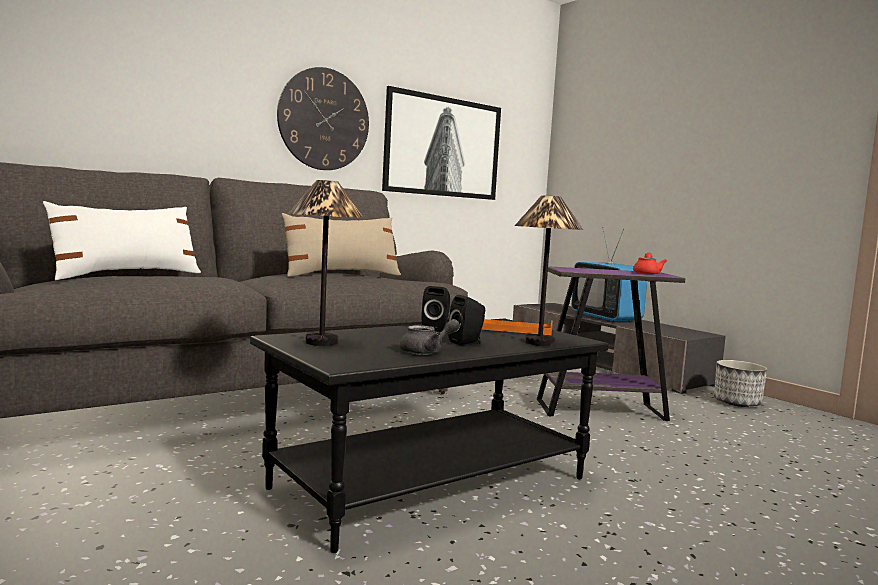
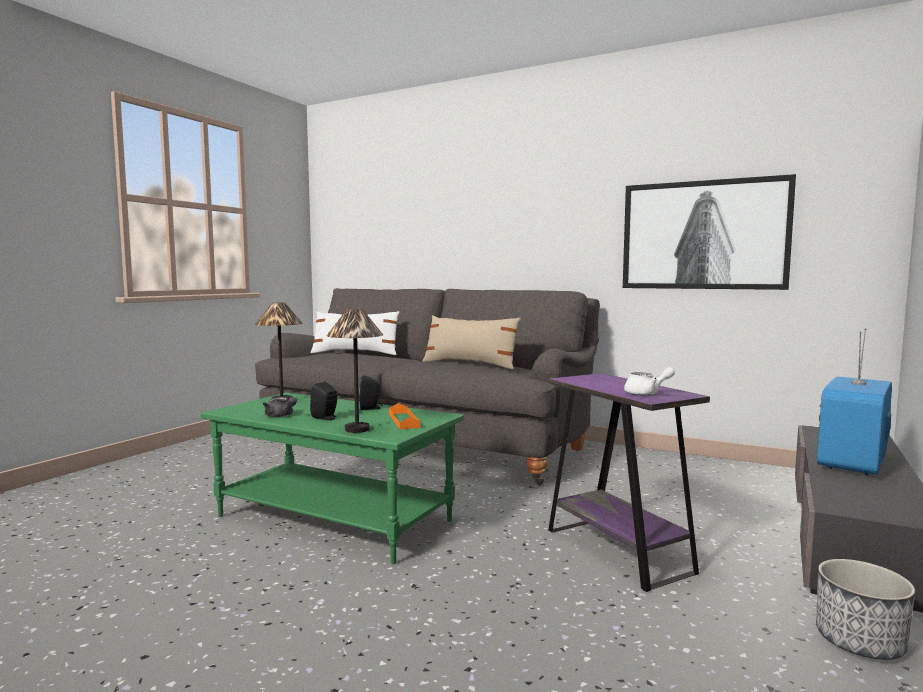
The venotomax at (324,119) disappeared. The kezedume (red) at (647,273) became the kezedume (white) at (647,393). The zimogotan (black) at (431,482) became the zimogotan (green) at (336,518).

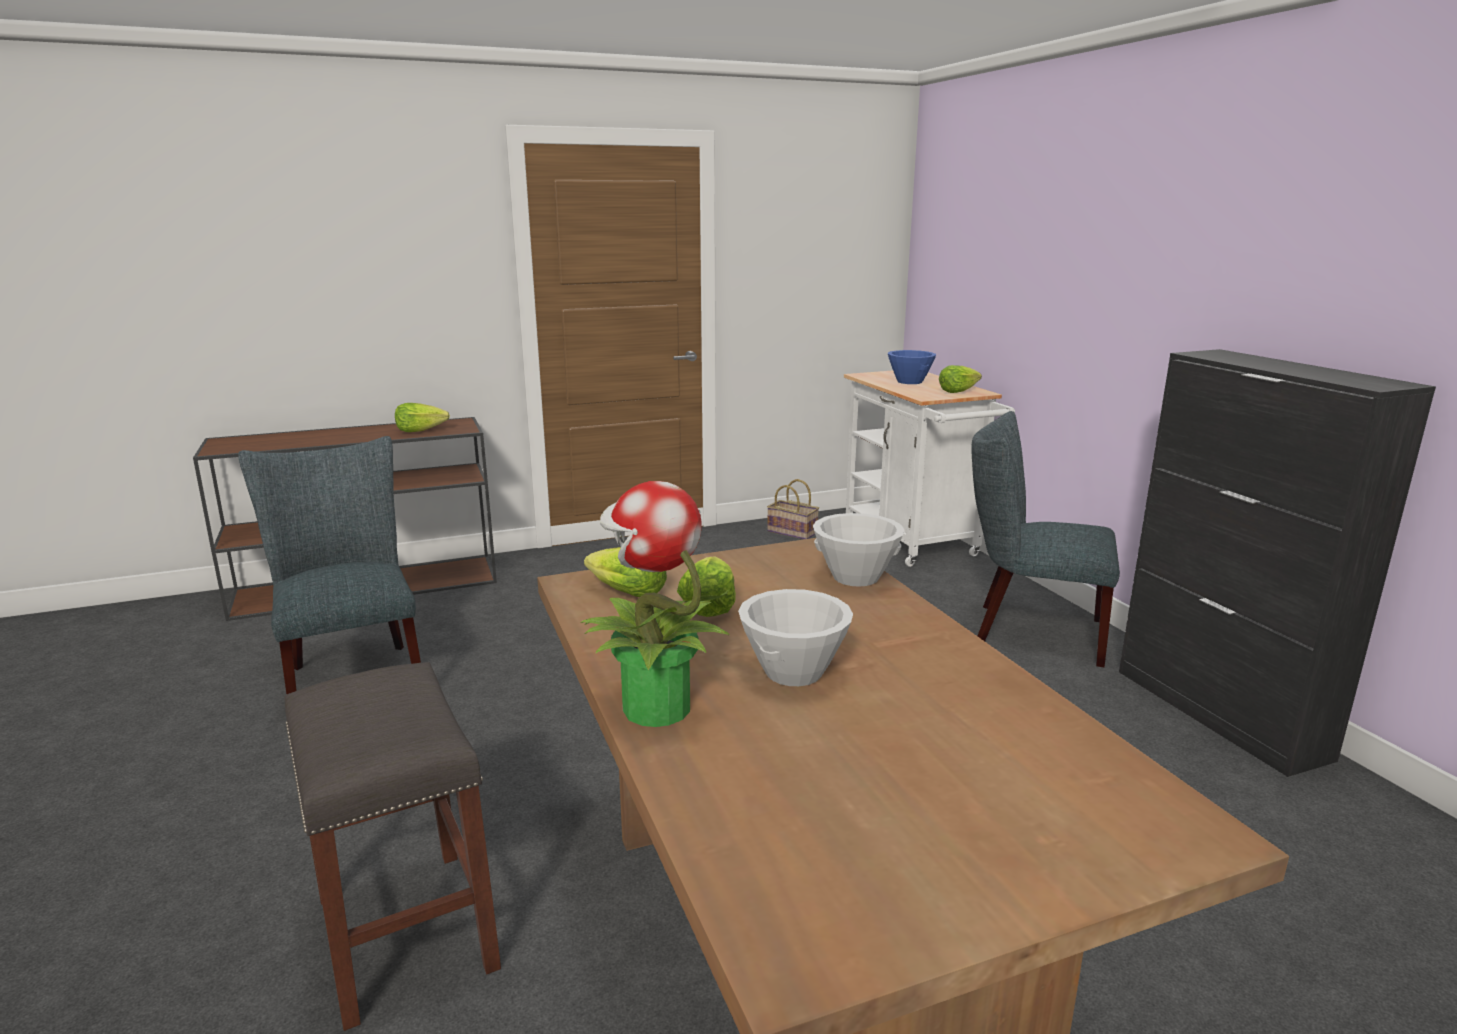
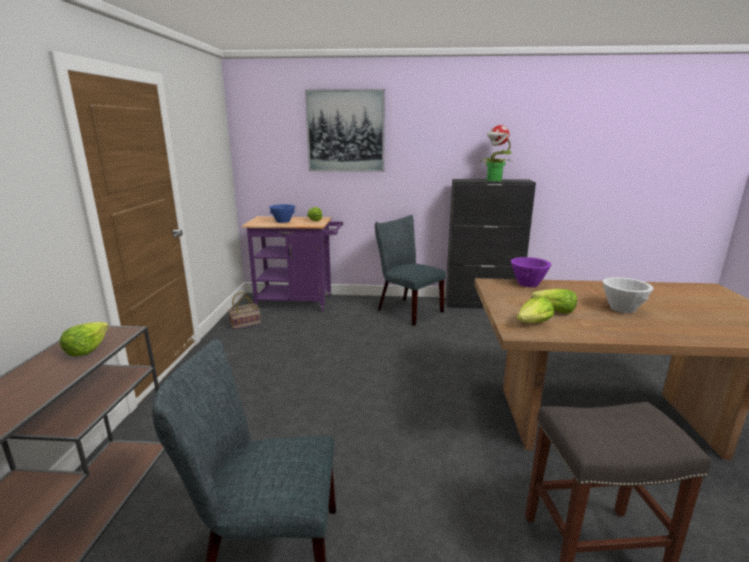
The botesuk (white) at (914,542) became the botesuk (purple) at (299,302). The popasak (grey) at (1029,632) turned 90 degrees clockwise. The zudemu moved from (654,707) to (493,180). The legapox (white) at (855,577) became the legapox (purple) at (527,284). The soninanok at (345,131) appeared.

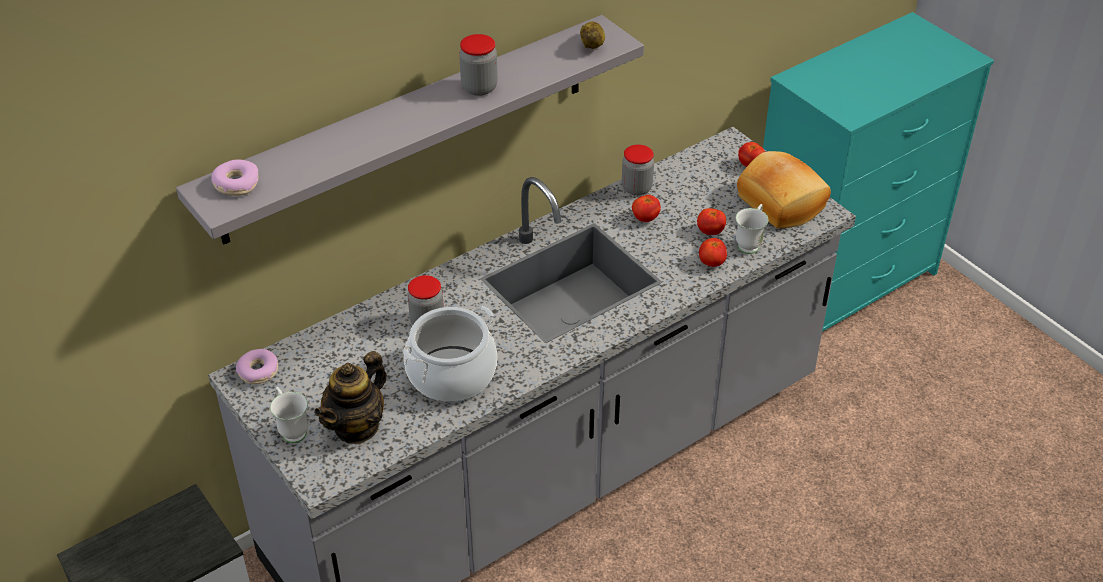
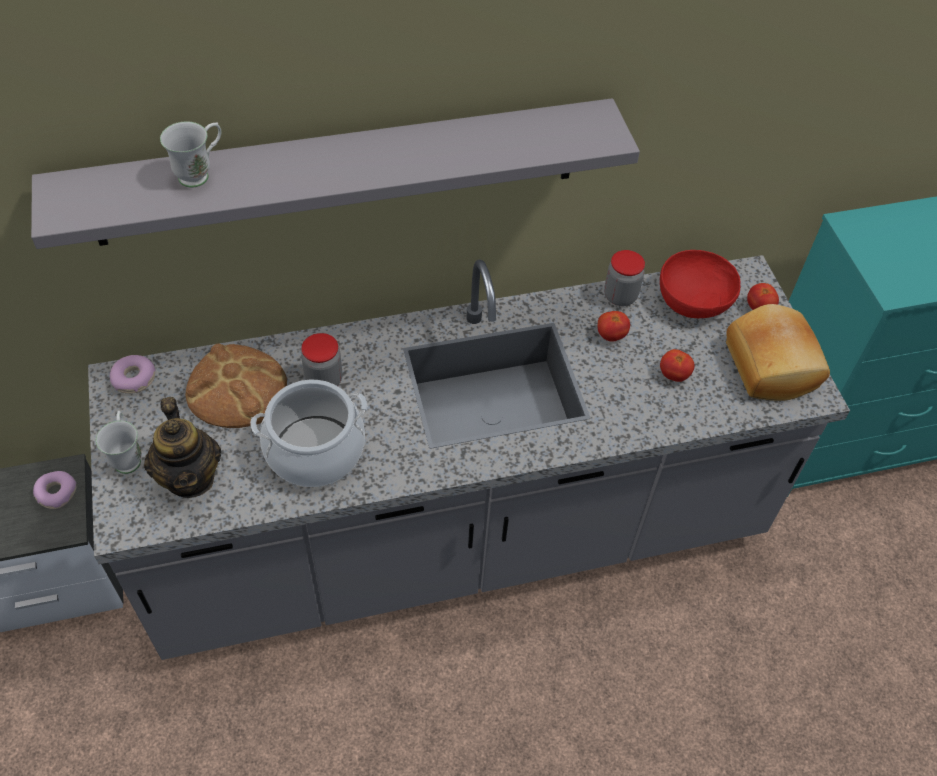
The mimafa at (593,45) disappeared. The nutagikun at (479,87) disappeared. The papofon moved from (236,184) to (56,493). The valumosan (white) moved from (750,243) to (201,174). The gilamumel at (711,263) disappeared. The kezedume at (357,426) turned 75 degrees counterclockwise. The legapox (red) at (693,300) appeared. The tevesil at (237,388) appeared.

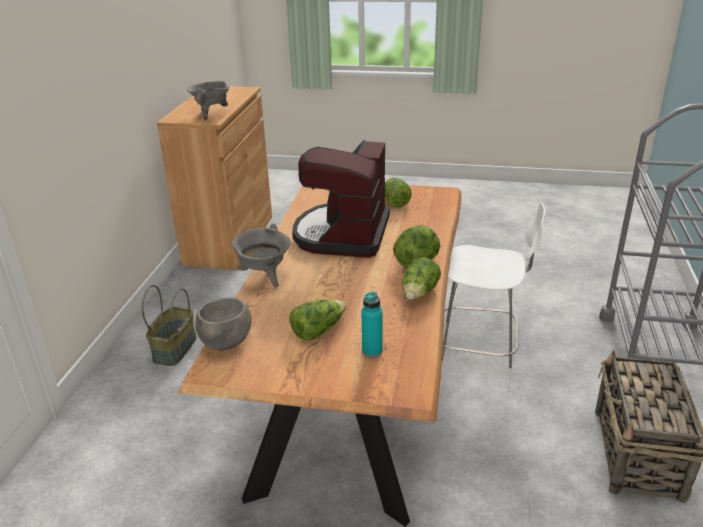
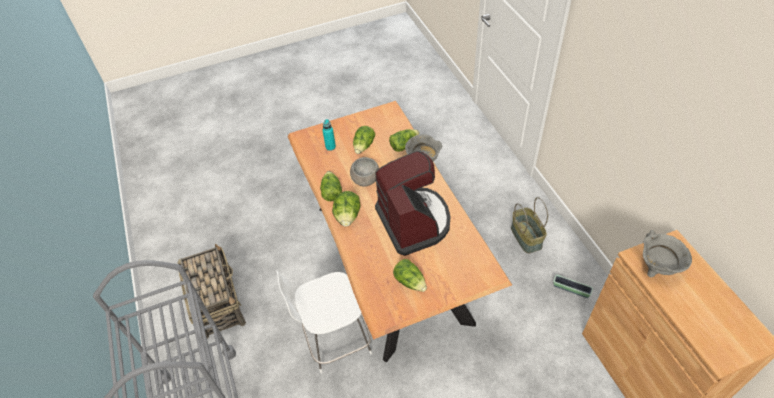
The legapox (grey) moved from (225,343) to (365,180). The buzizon at (404,145) appeared. The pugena at (571,289) appeared.

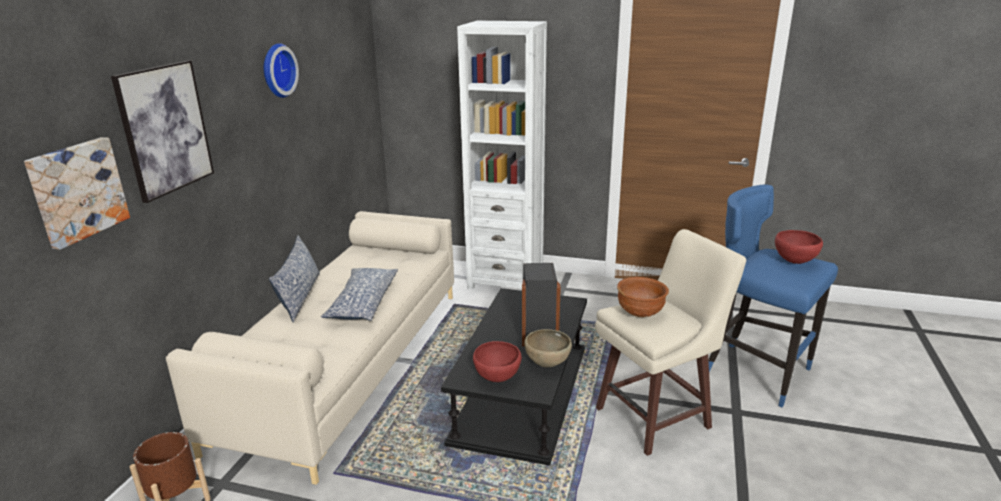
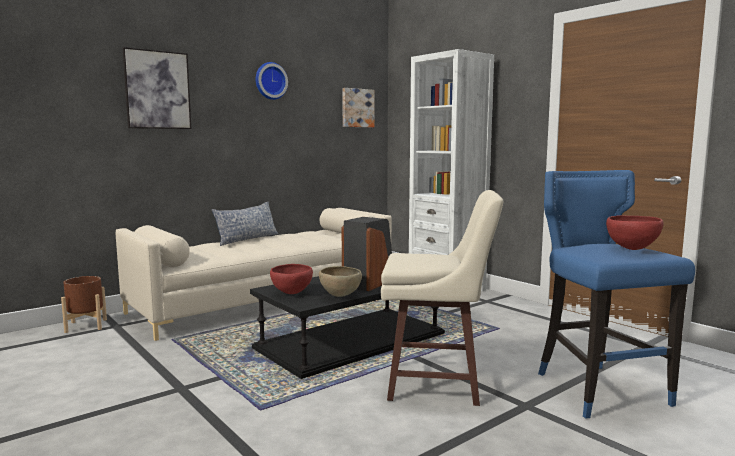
The soninanok moved from (77,191) to (357,108). The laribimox at (362,303) disappeared. The legapox (brown) at (640,314) disappeared.

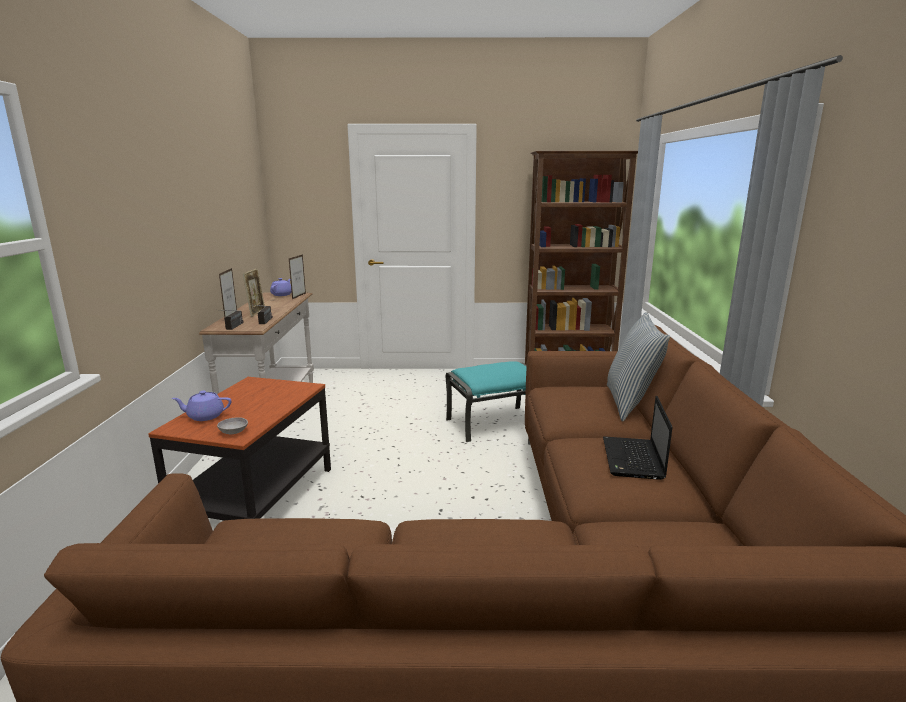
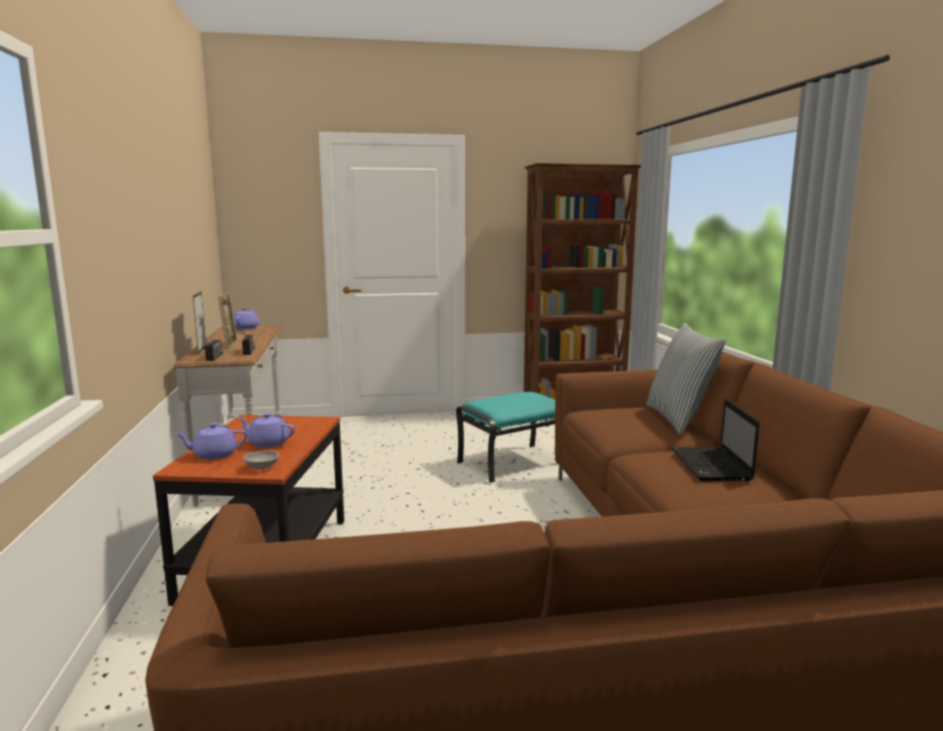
The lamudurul at (299,296) disappeared. The kezedume (purple) at (267,443) appeared.

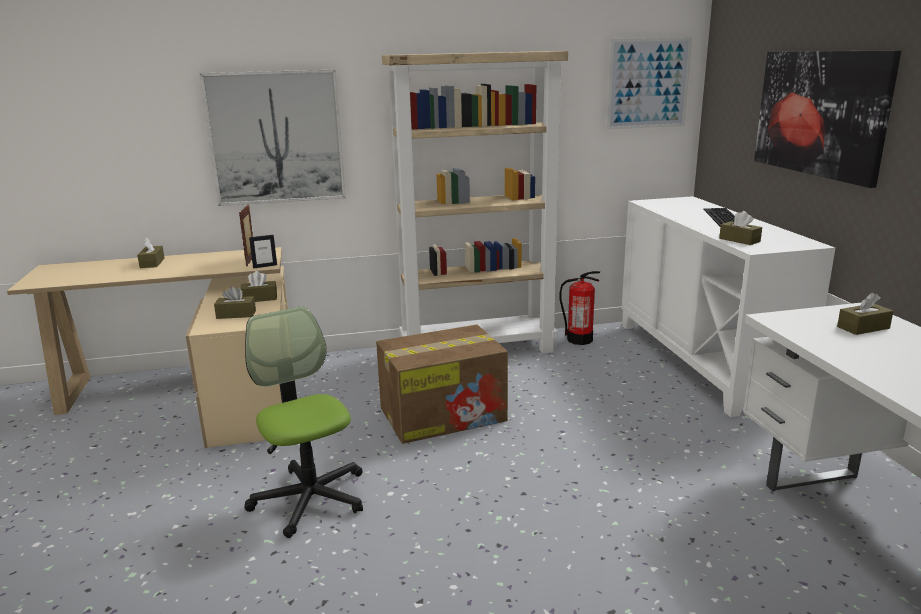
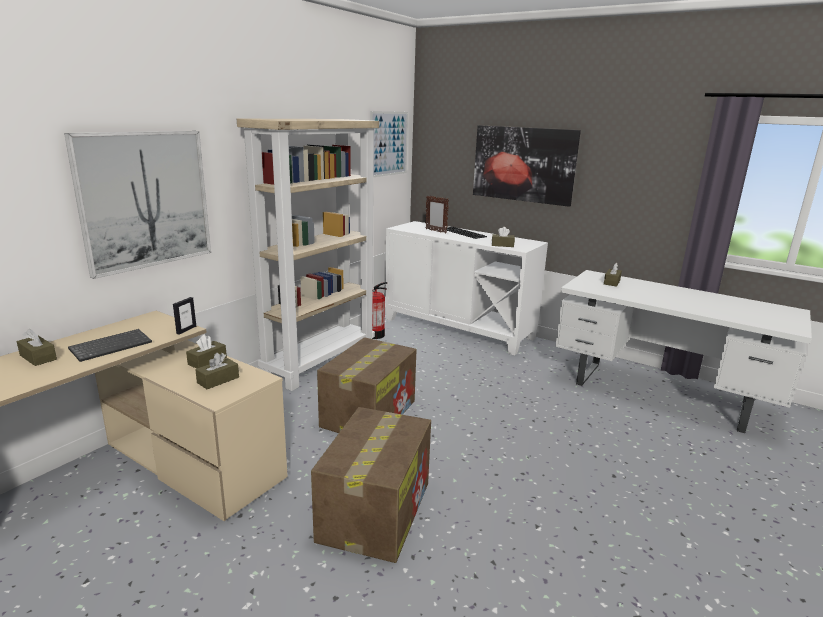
The lamudurul moved from (251,261) to (435,231). The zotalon at (310,499) was replaced by the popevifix at (375,510). The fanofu at (112,346) appeared.

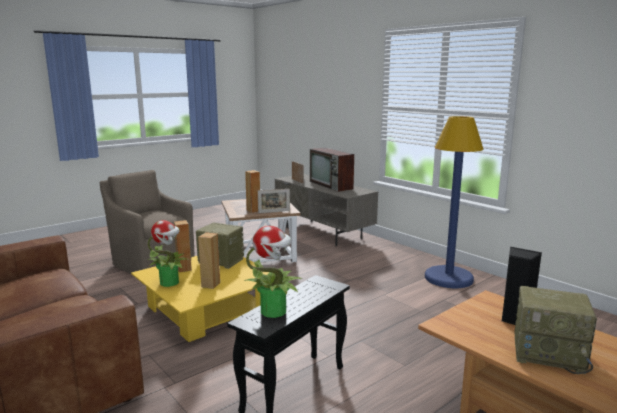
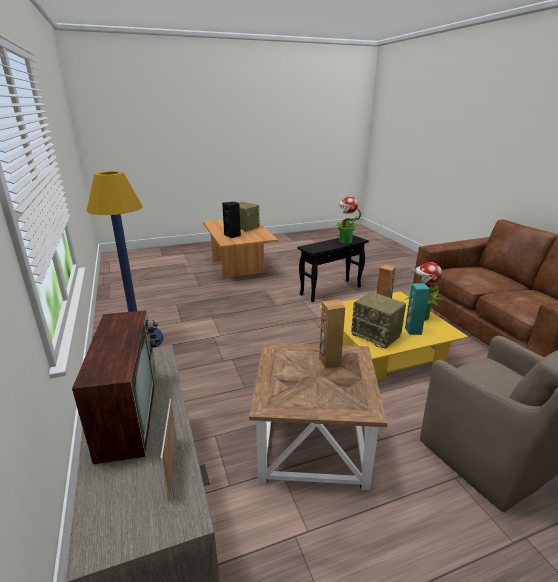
The lamudurul at (274,212) disappeared. The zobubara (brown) at (184,269) became the zobubara (turquoise) at (412,331).

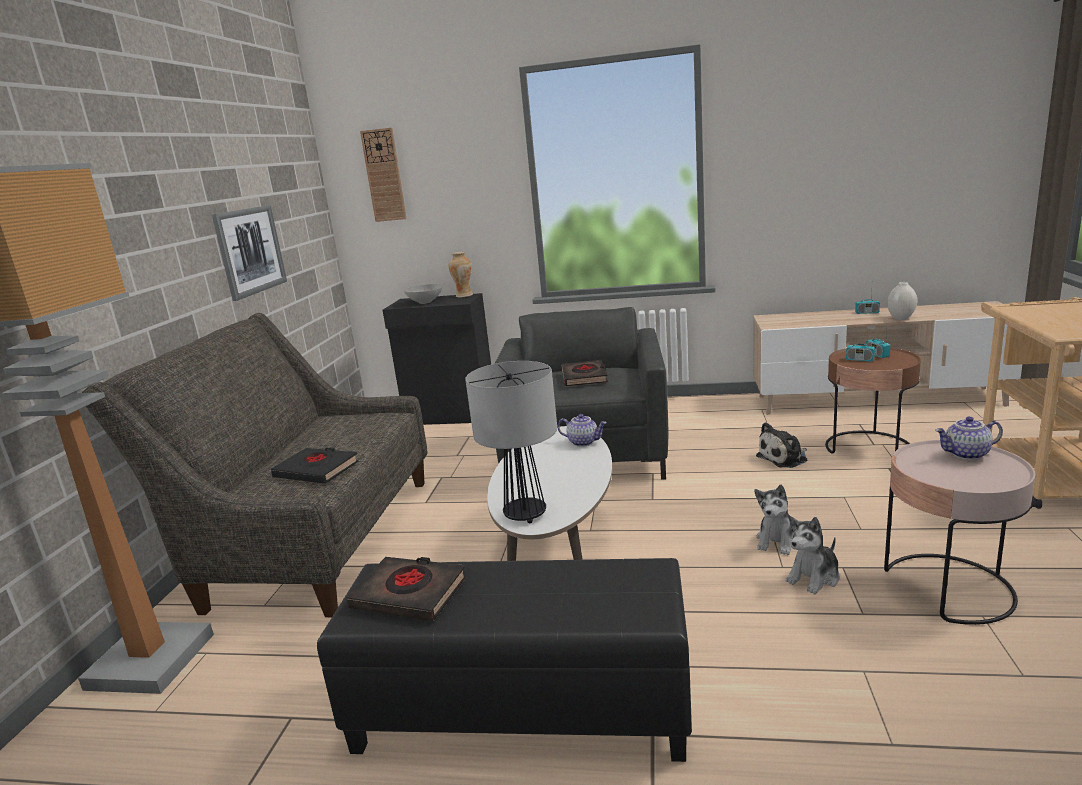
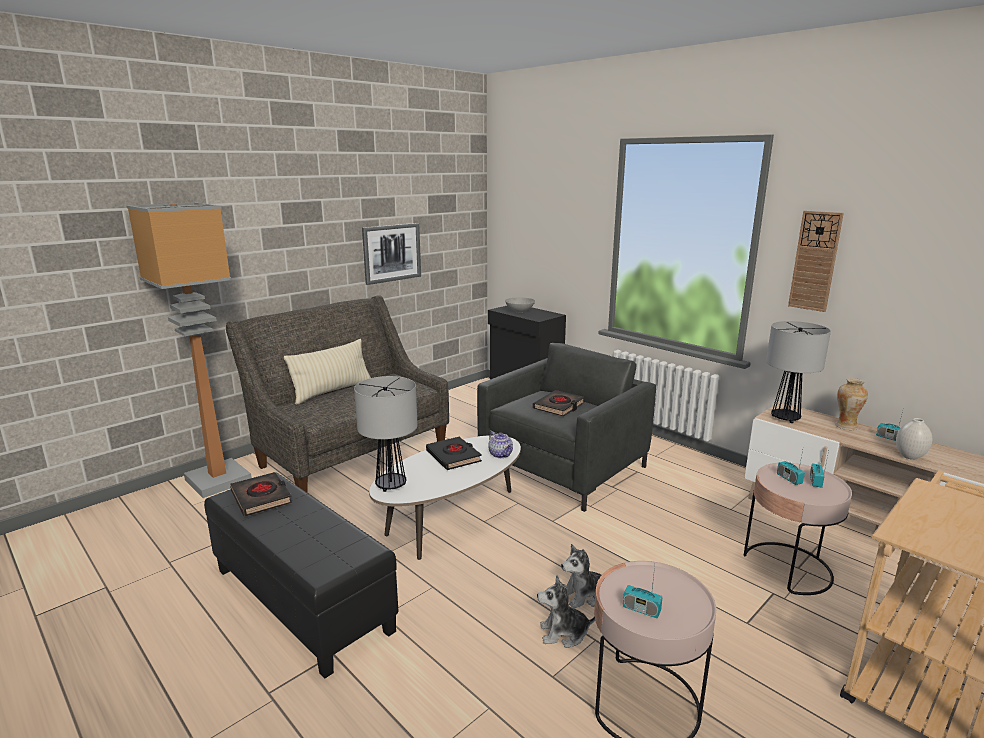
The venotomax moved from (384,175) to (815,261). The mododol moved from (464,295) to (846,426). The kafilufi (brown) at (868,448) became the kafilufi (pink) at (787,568). The kezedume at (966,454) disappeared. The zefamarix at (784,458) disappeared. The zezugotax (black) moved from (317,470) to (453,456). The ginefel at (785,418) appeared. The laribimox (beige) at (332,391) appeared. The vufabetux at (641,609) appeared.

